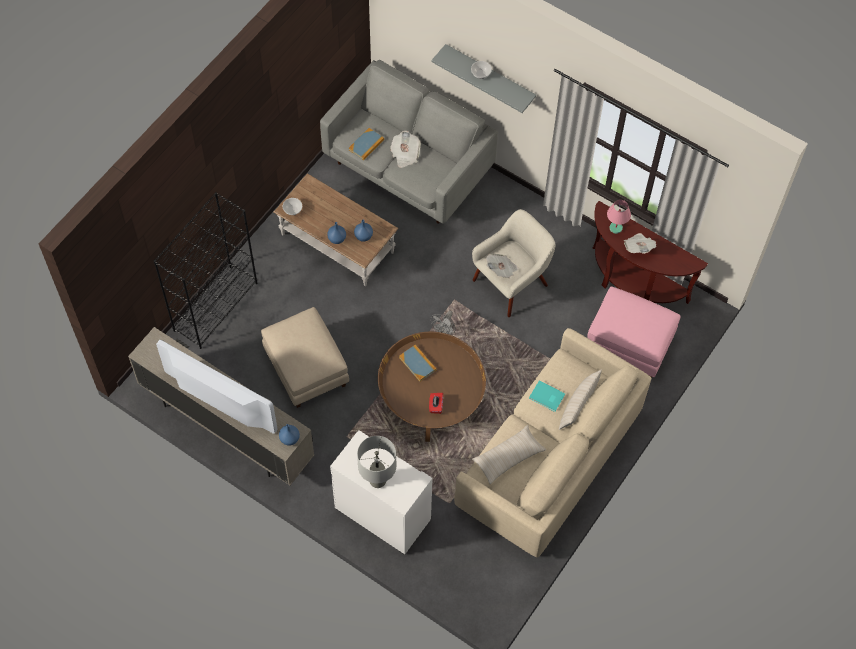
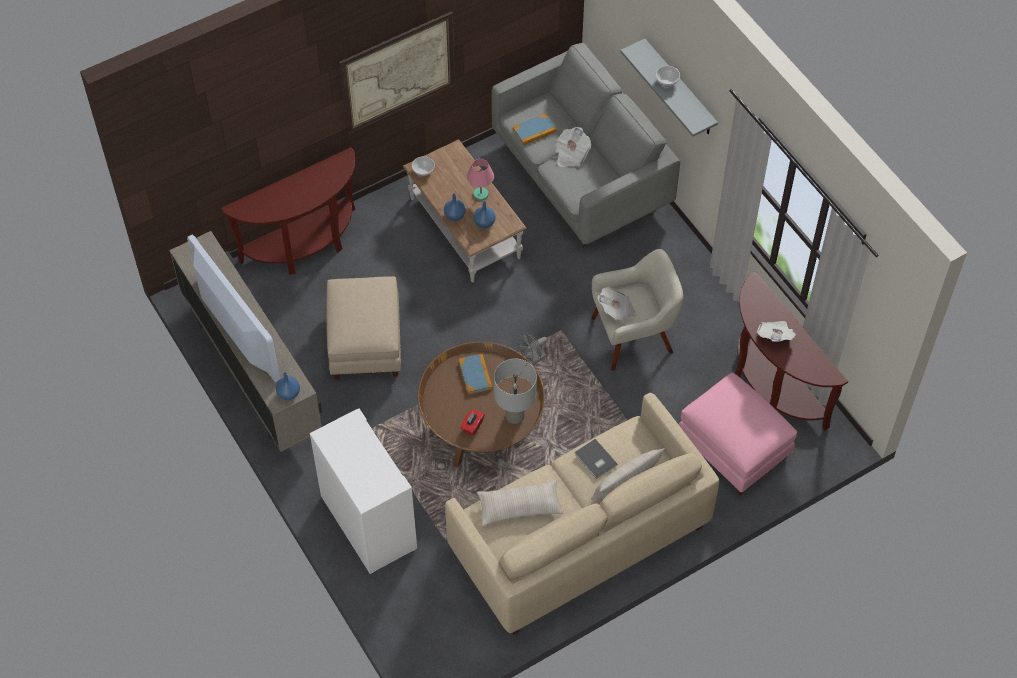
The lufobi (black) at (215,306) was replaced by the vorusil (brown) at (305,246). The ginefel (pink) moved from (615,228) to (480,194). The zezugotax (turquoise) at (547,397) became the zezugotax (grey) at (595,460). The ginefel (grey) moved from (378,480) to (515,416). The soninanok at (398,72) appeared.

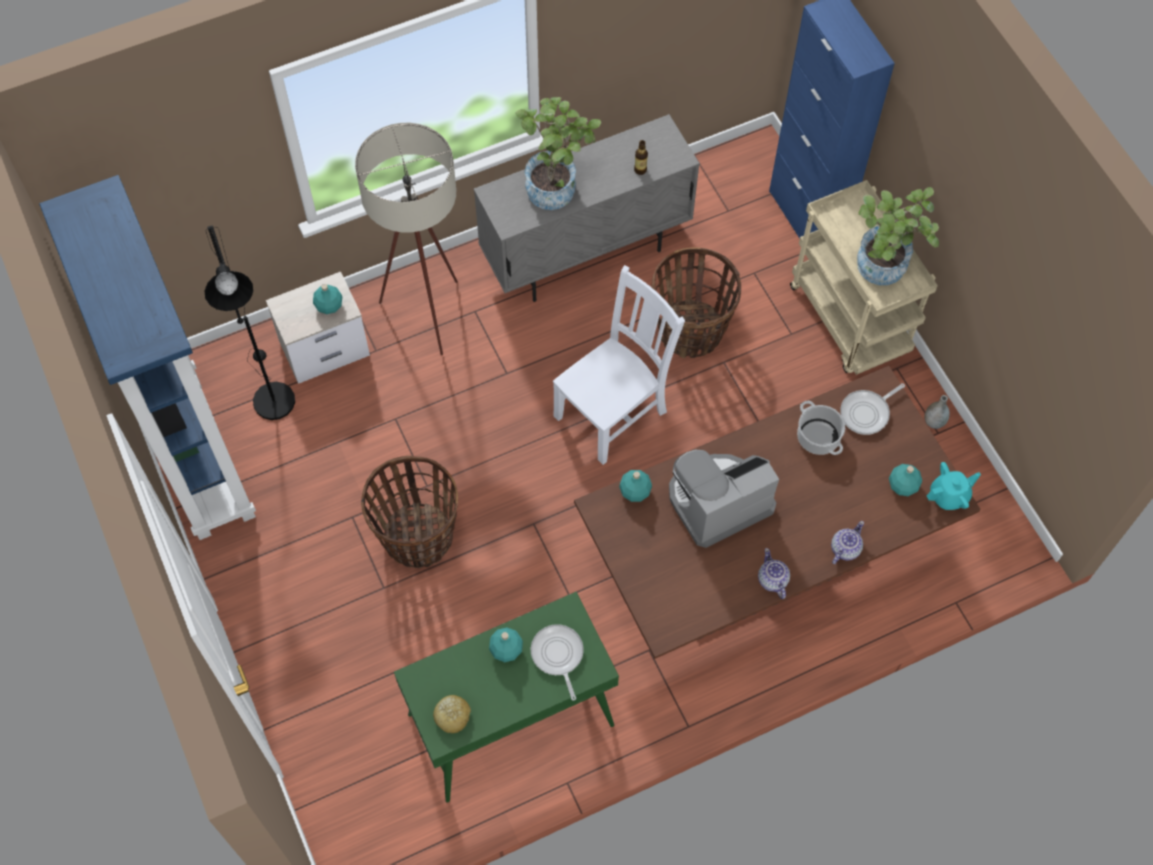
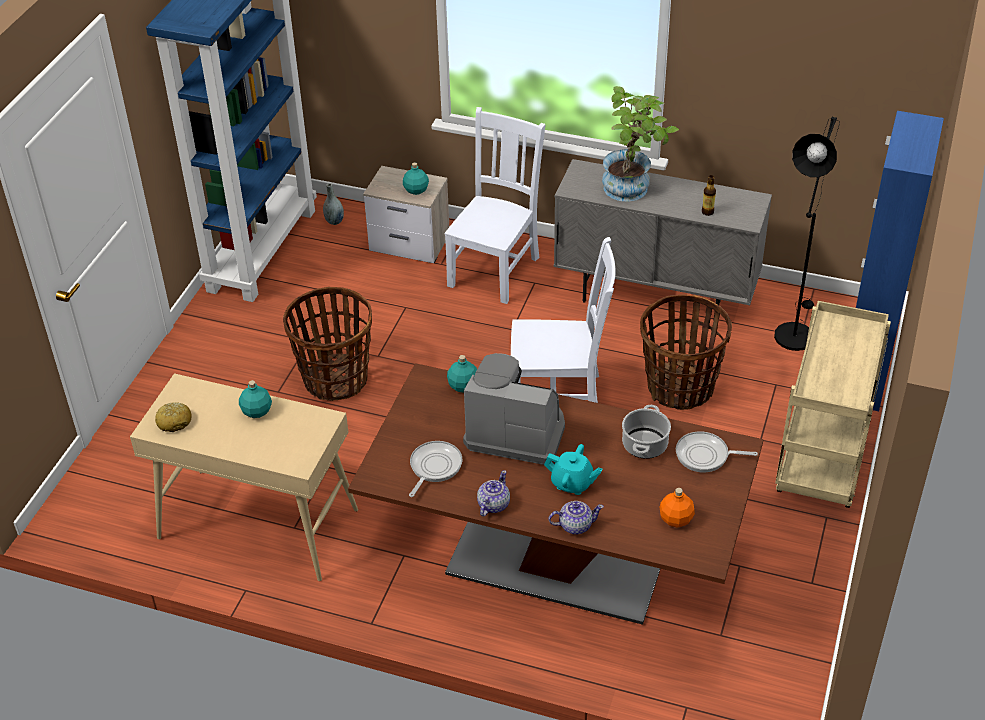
The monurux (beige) at (428,322) was replaced by the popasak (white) at (495,269). The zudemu at (881,272) disappeared. The monurux (black) moved from (270,394) to (794,331). The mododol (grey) moved from (934,422) to (334,221). The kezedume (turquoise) moved from (949,496) to (572,483). The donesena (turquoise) at (902,485) became the donesena (orange) at (675,519). The vorusil (green) at (510,721) became the vorusil (beige) at (257,524). The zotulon moved from (558,655) to (434,467).

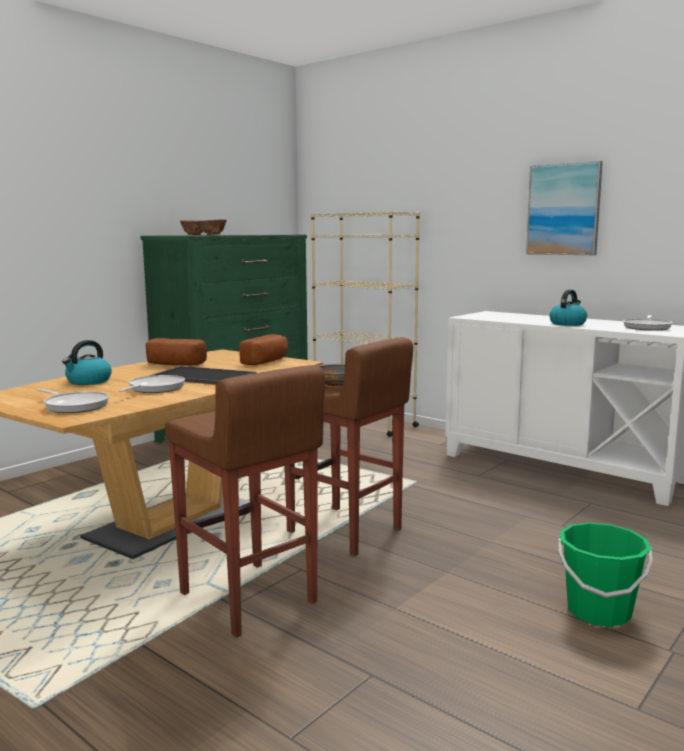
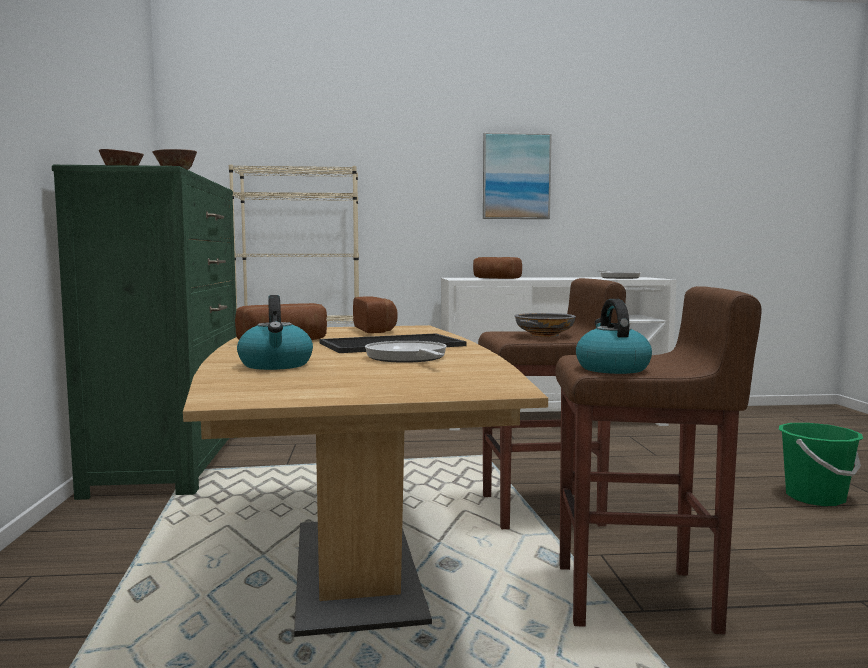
The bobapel moved from (567,324) to (611,368). The zotulon at (74,406) disappeared. The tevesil at (494,278) appeared.

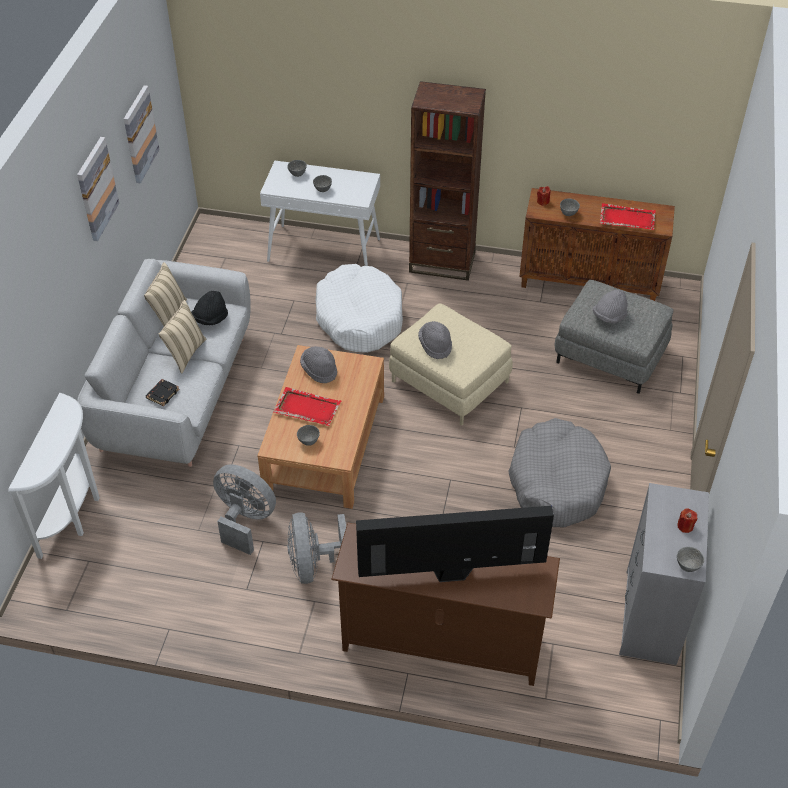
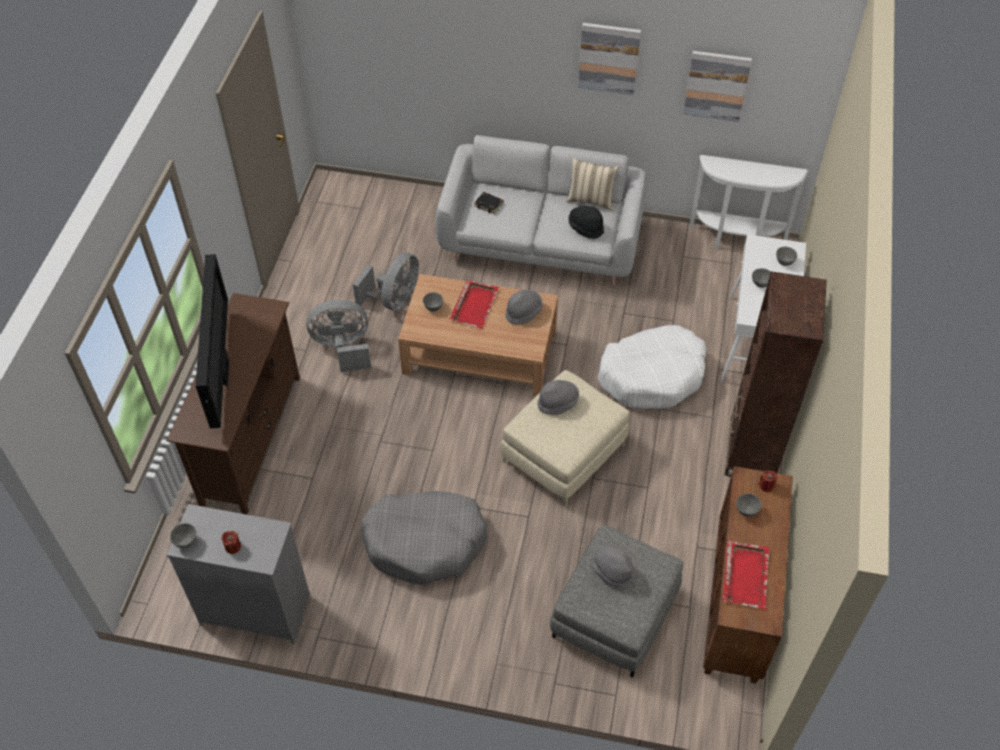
The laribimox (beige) at (185,353) disappeared. The vorusil (white) moved from (75,513) to (737,241).

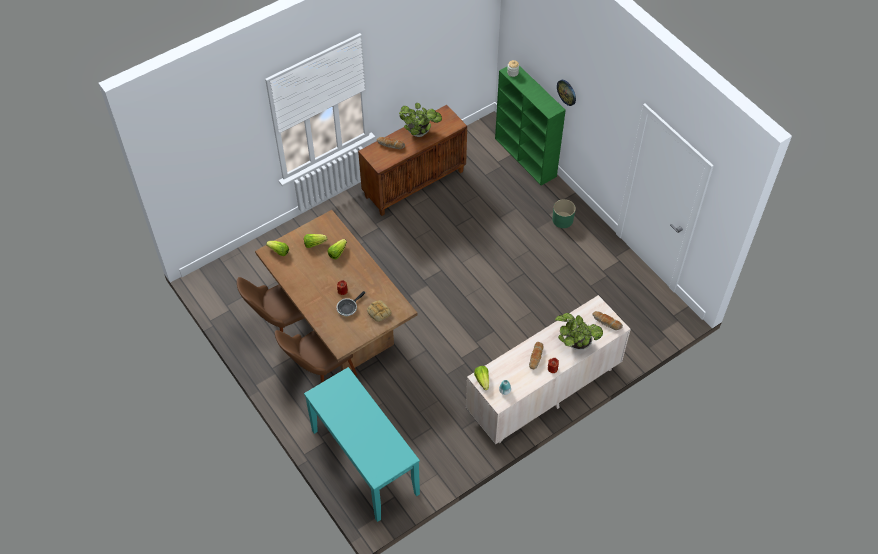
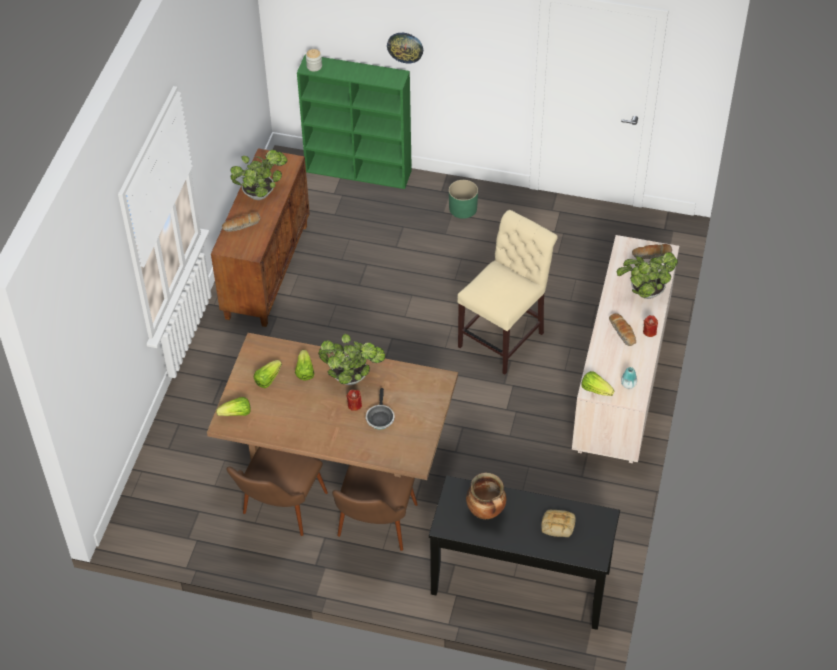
The tevesil moved from (378,312) to (557,525). The vorusil (turquoise) at (364,462) became the vorusil (black) at (520,583). The popasak (beige) at (505,337) appeared. The zudemu at (353,378) appeared. The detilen at (486,511) appeared.

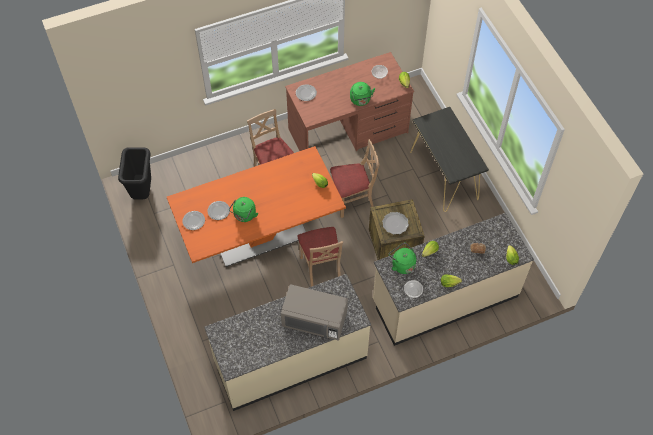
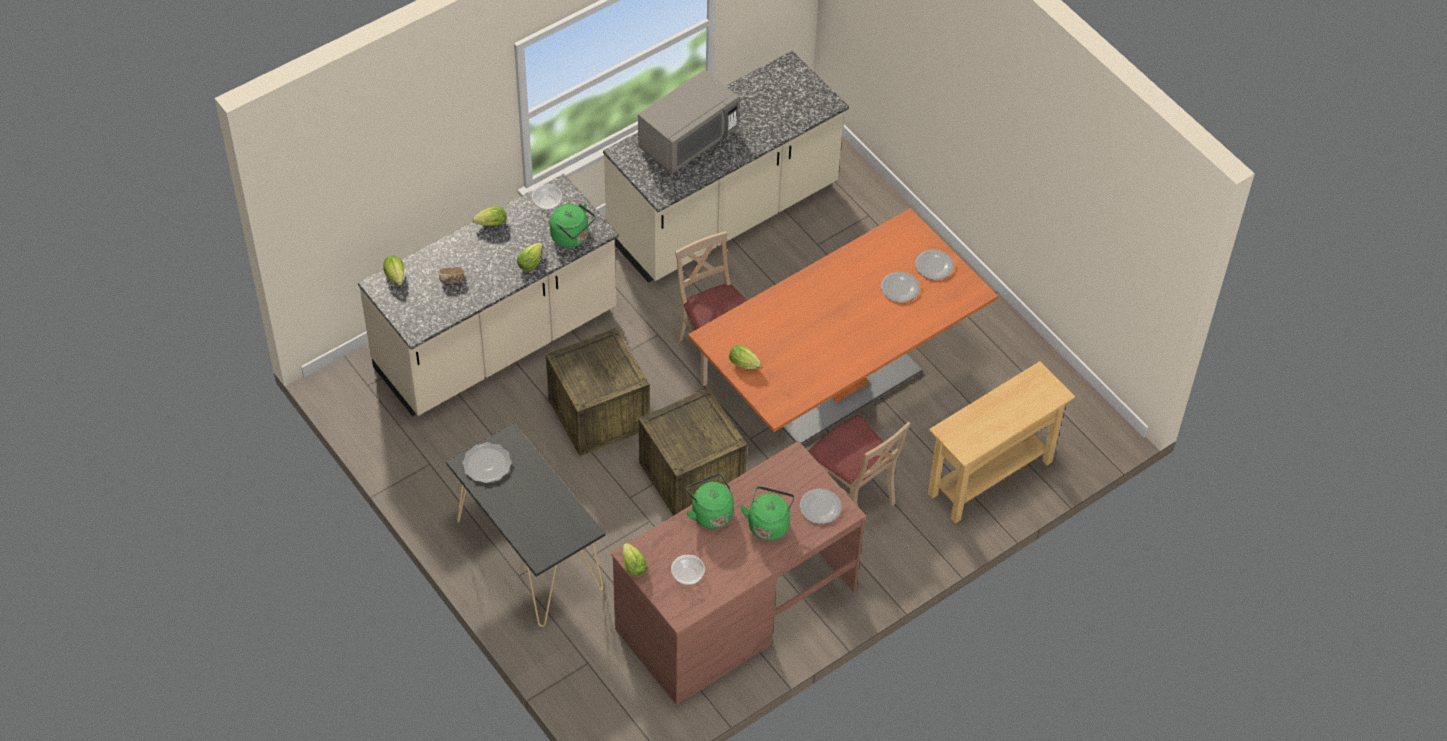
The popasak (beige) at (352,200) was replaced by the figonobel at (691,475). The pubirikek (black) at (142,191) disappeared. The bobapel (green) moved from (244,216) to (768,523). The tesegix moved from (395,223) to (487,464). The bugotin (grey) at (314,320) turned 135 degrees clockwise. The vorusil (beige) at (990,477) appeared.

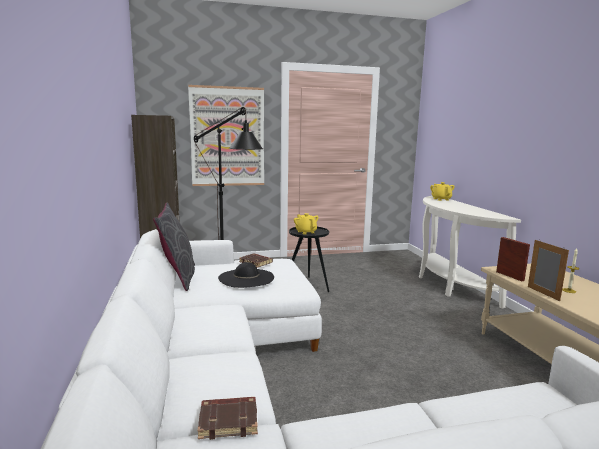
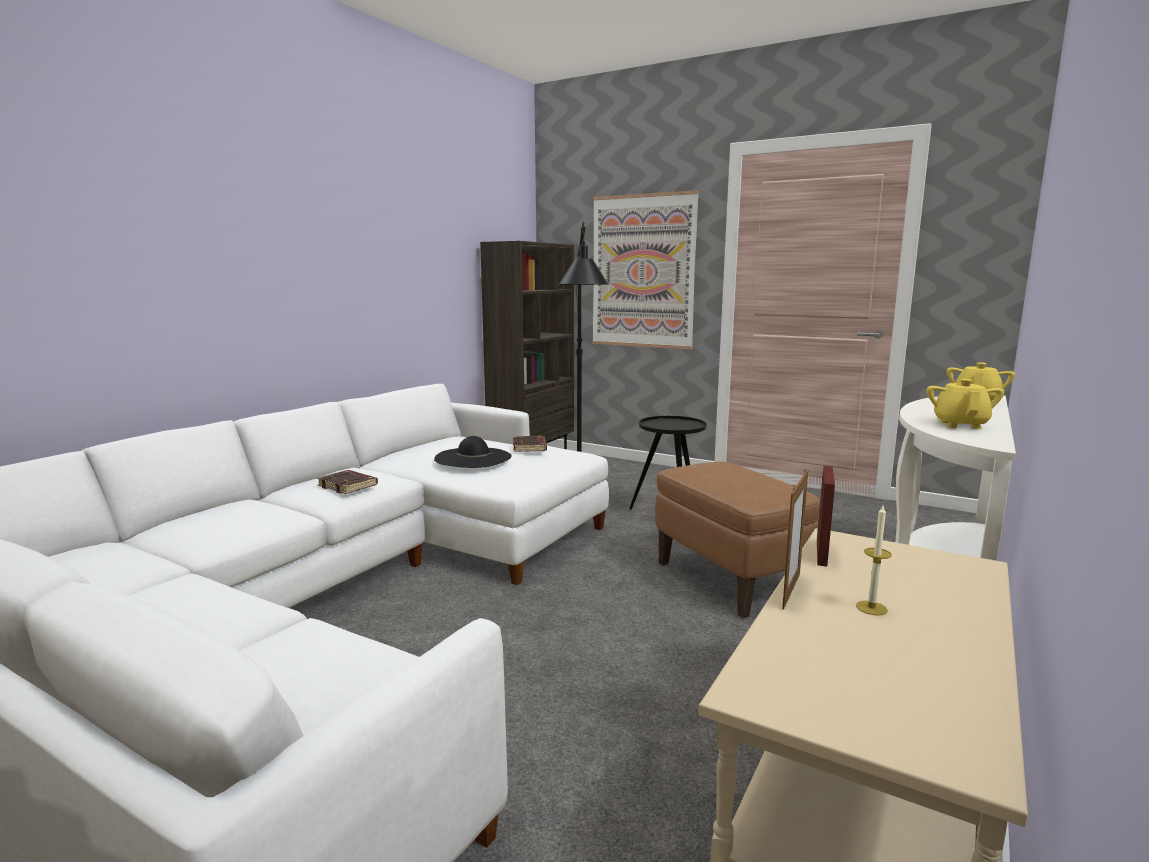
The laribimox (grey) at (178,277) disappeared. The kezedume (yellow) moved from (306,232) to (960,425). The zezugotax (brown) moved from (229,421) to (349,486). The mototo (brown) at (729,581) appeared.

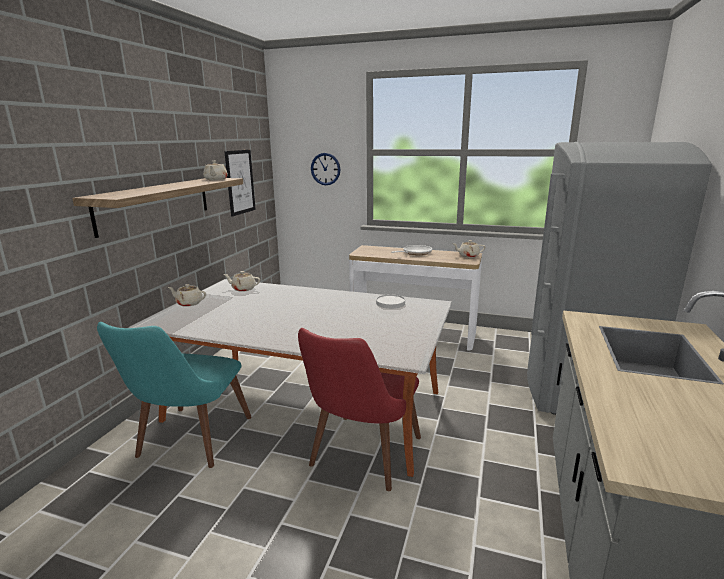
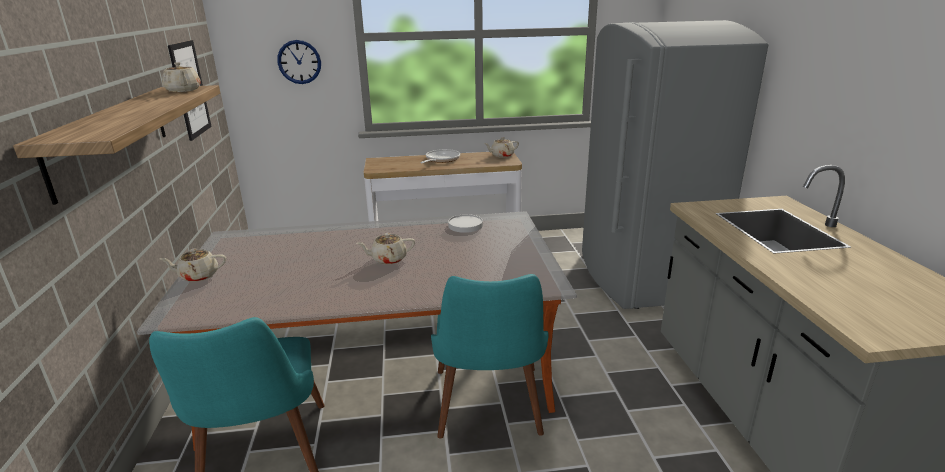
The kezedume (beige) moved from (243,289) to (388,259). The popasak (red) at (360,460) became the popasak (turquoise) at (489,412).

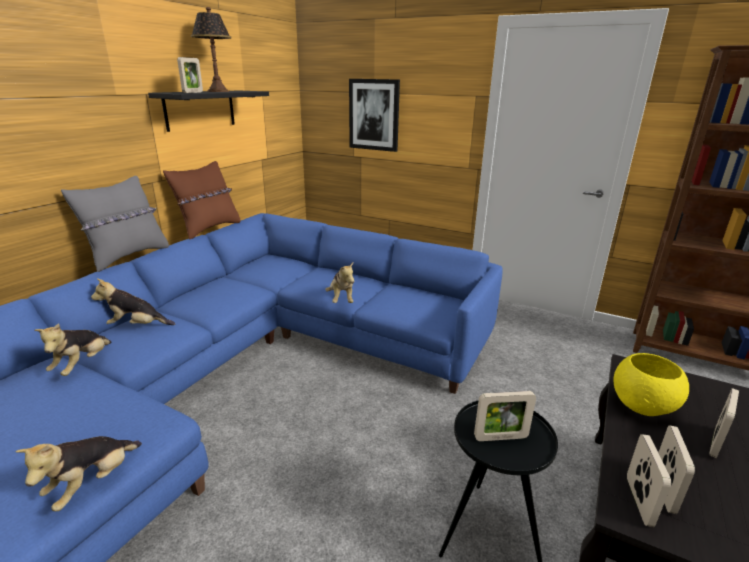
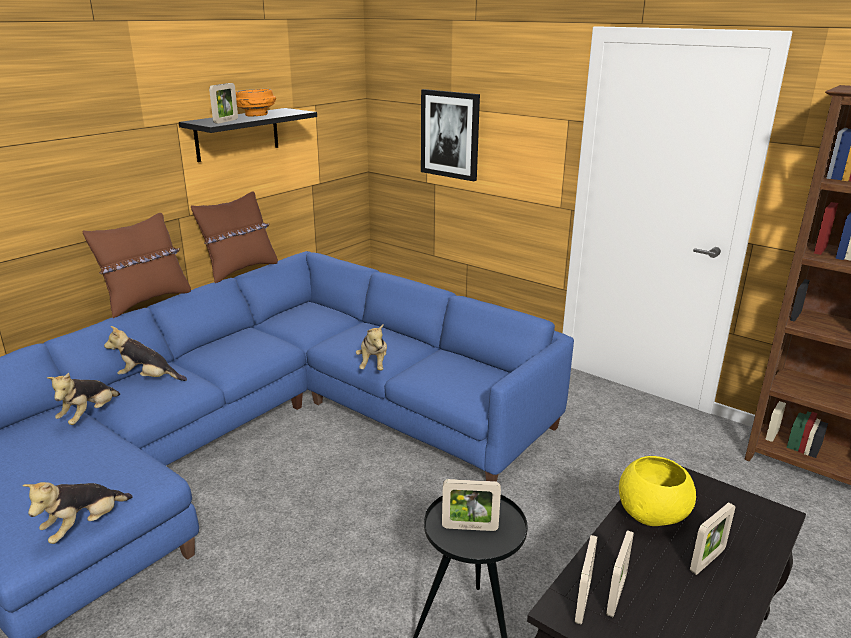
The ginefel at (217,91) was replaced by the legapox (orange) at (256,115). The laribimox (grey) at (128,256) became the laribimox (brown) at (146,301).

